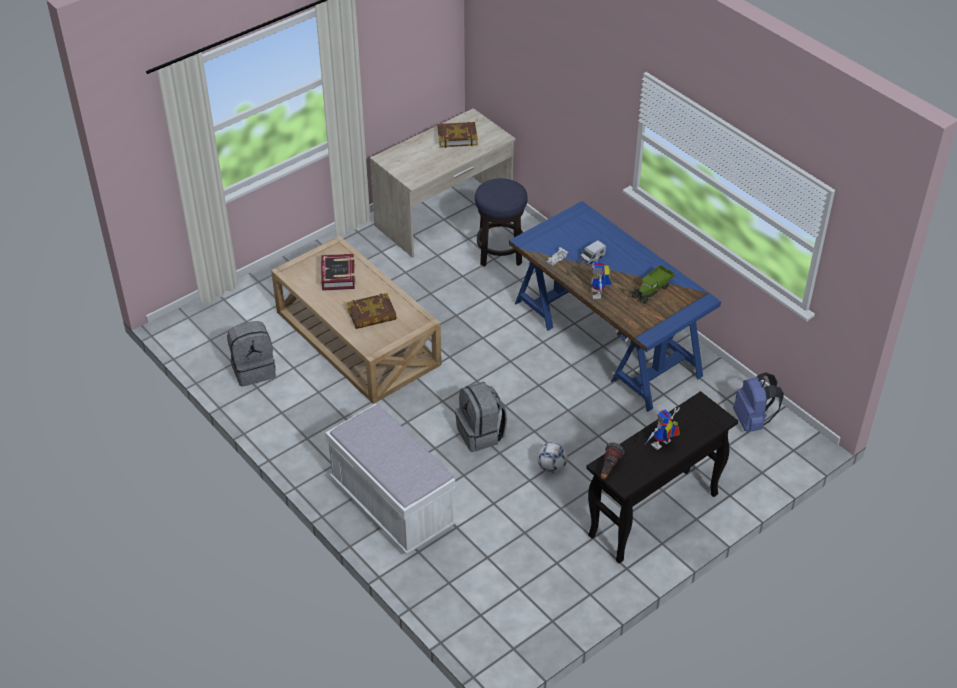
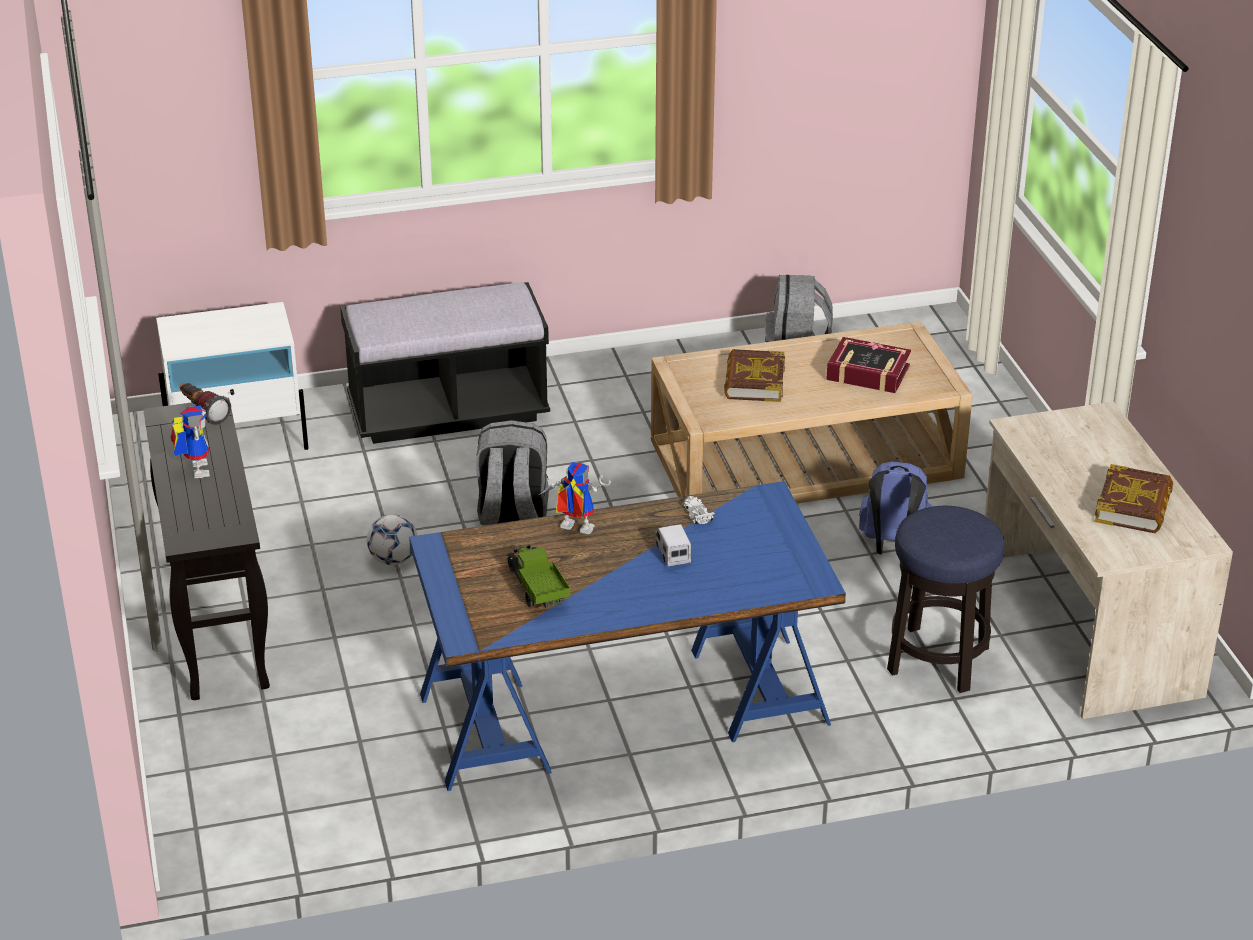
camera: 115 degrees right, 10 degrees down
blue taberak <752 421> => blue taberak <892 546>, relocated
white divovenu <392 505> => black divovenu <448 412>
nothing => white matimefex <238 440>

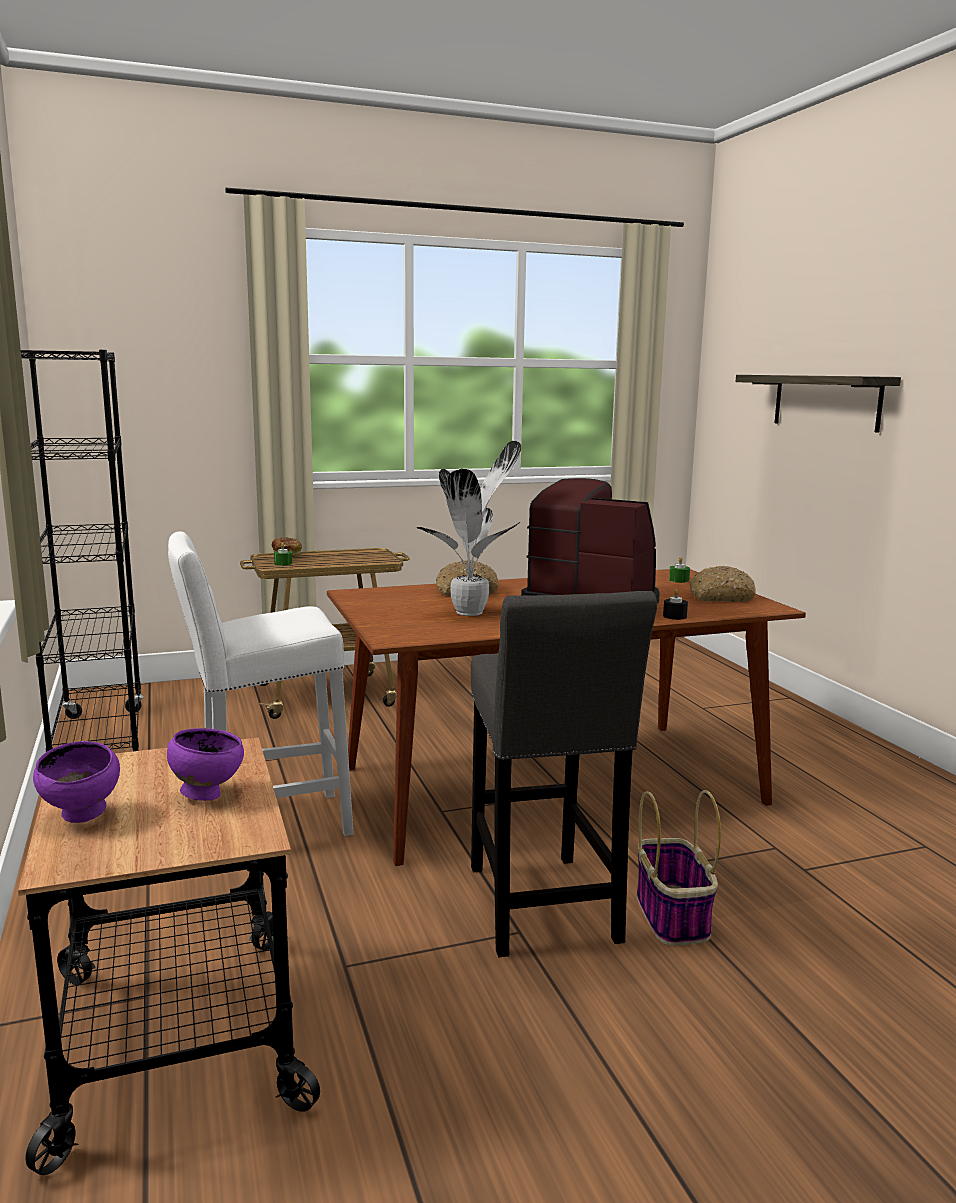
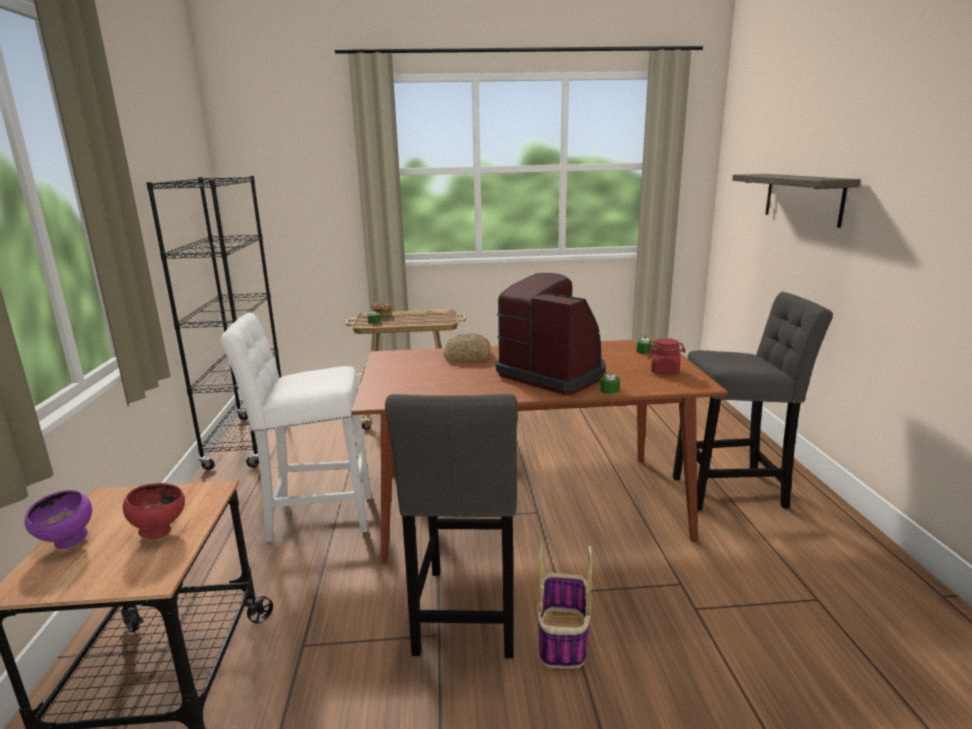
camera: 15 degrees right, 5 degrees up
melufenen <472 612> => nothing
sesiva <720 597> => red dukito <665 371>
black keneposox <674 616> => green keneposox <609 390>
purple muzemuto <207 794> => red muzemuto <160 532>
nothing => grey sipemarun <734 491>

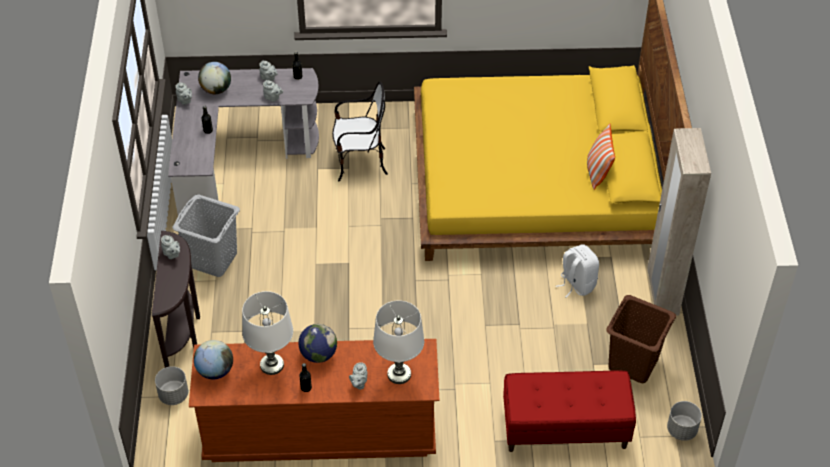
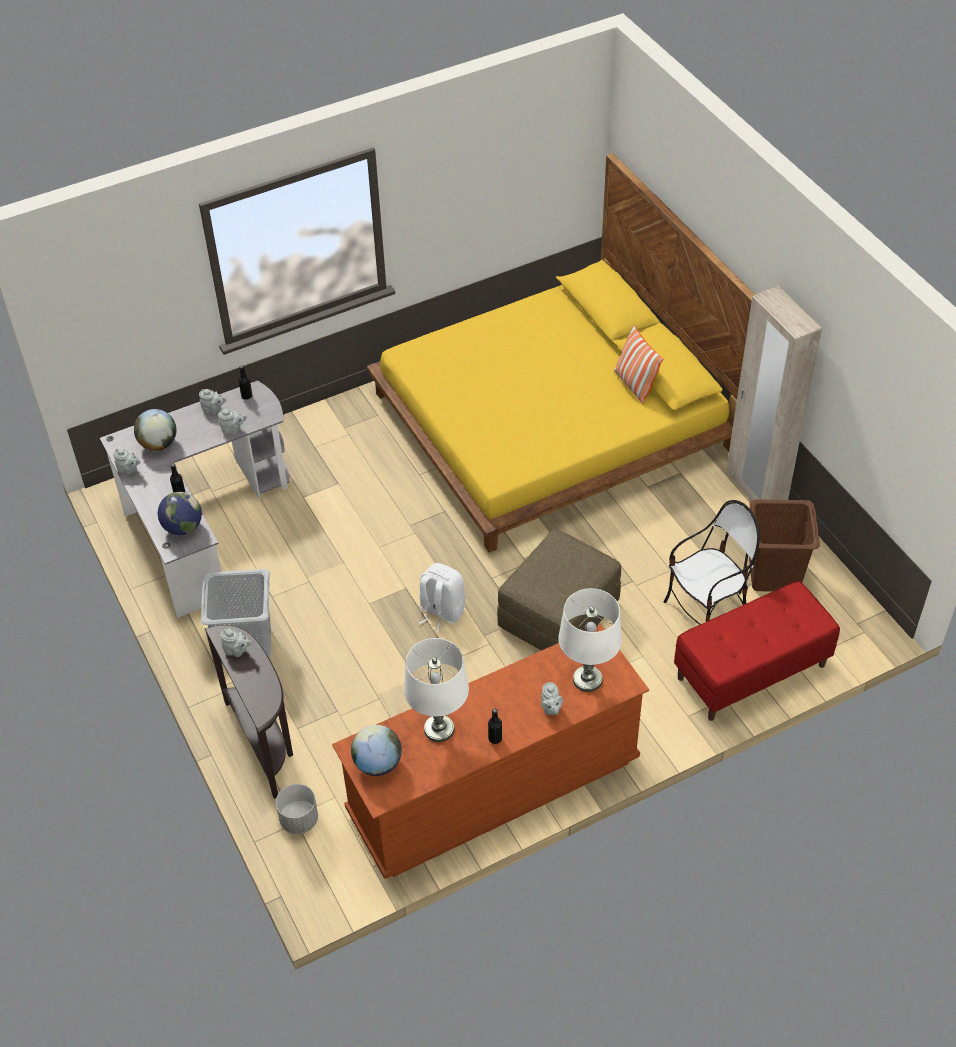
camera: 25 degrees left, 0 degrees up
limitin <360 163> => limitin <707 609>, relocated
white taberak <576 284> => white taberak <441 611>, relocated
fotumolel <318 354> => fotumolel <183 527>, relocated
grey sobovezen <681 430> => nothing
nothing => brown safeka <558 615>

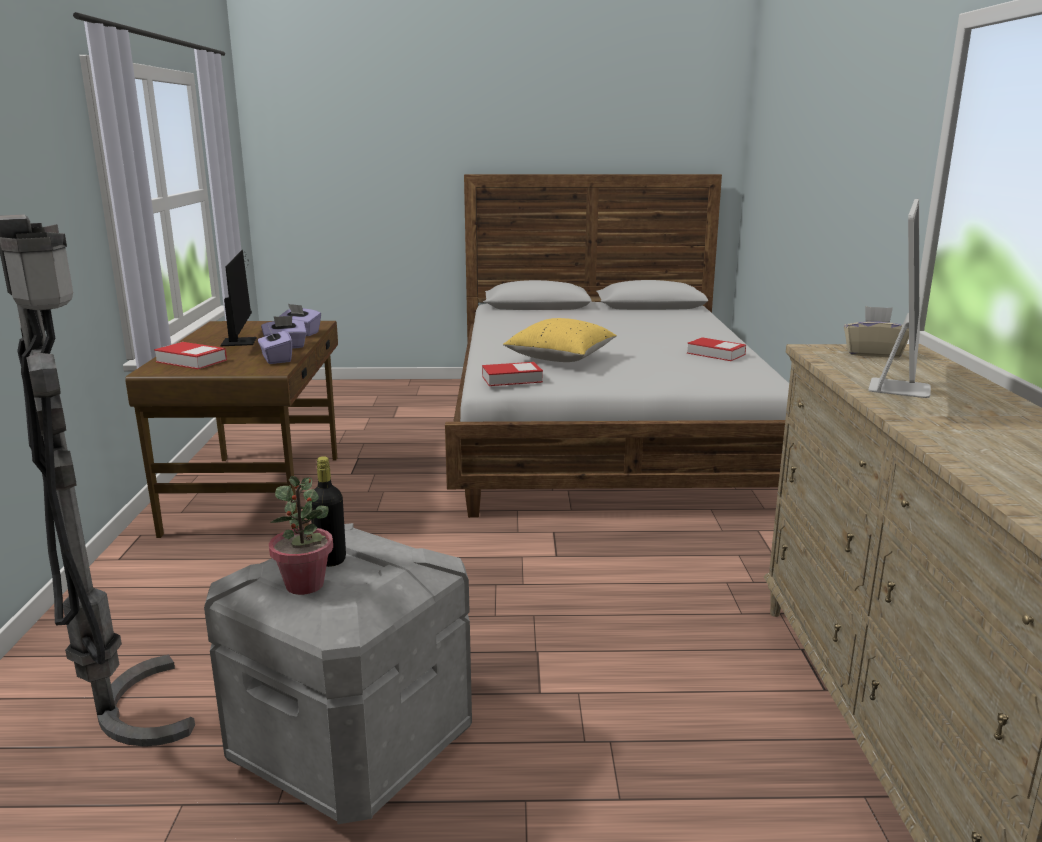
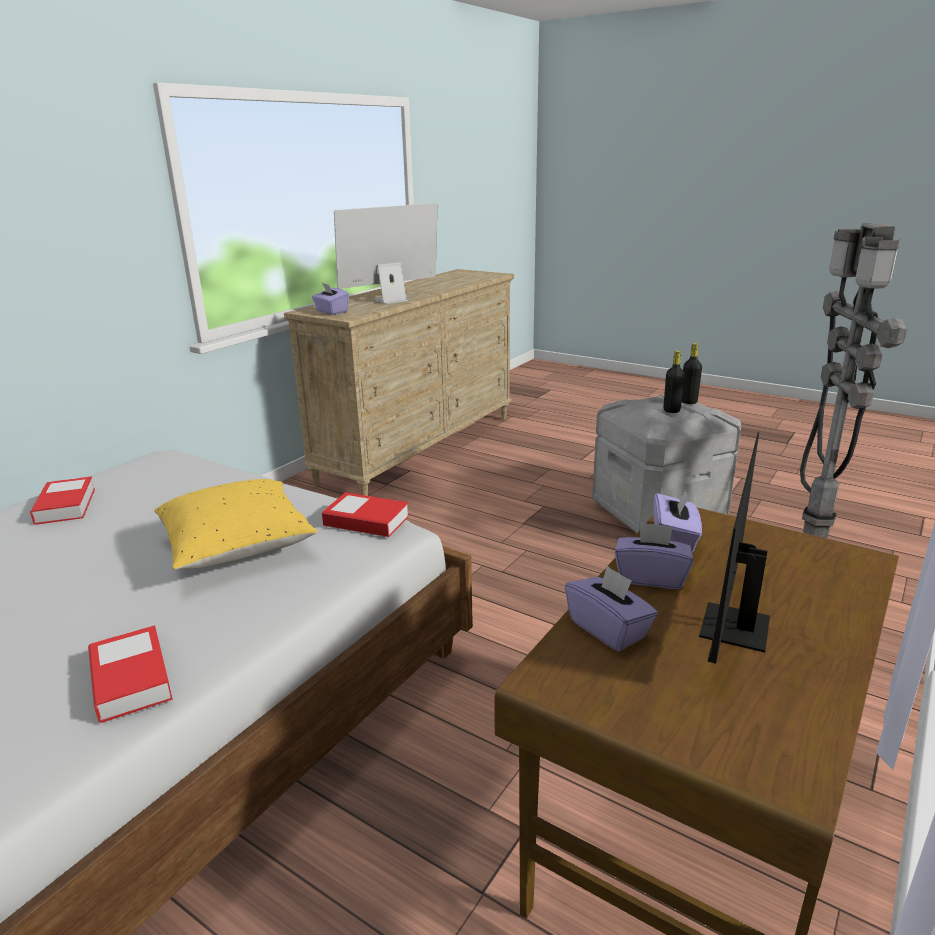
camera: 145 degrees left, 5 degrees up
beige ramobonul <873 353> => purple ramobonul <331 311>
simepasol <191 361> => simepasol <131 680>, relocated
melufenen <305 585> => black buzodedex <688 402>

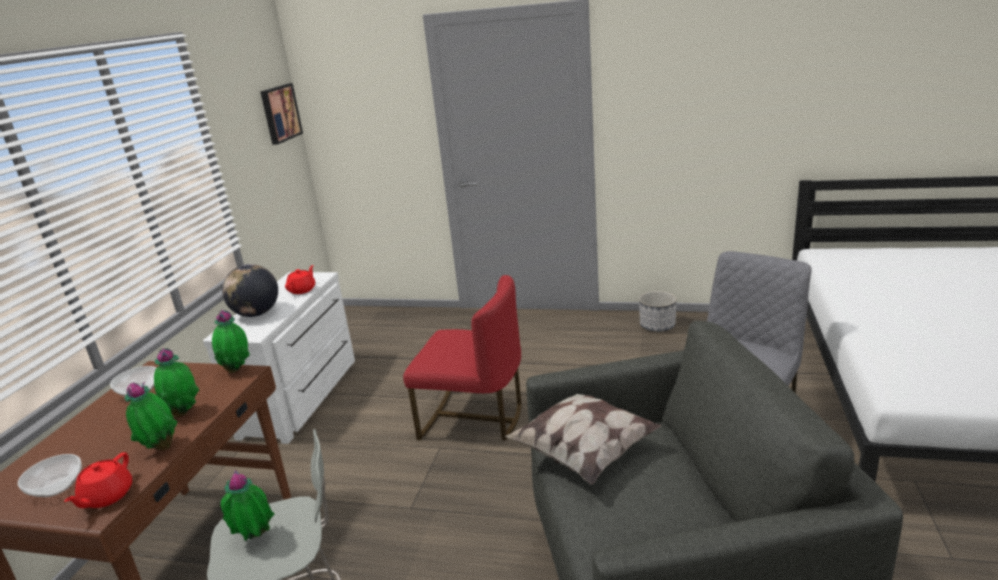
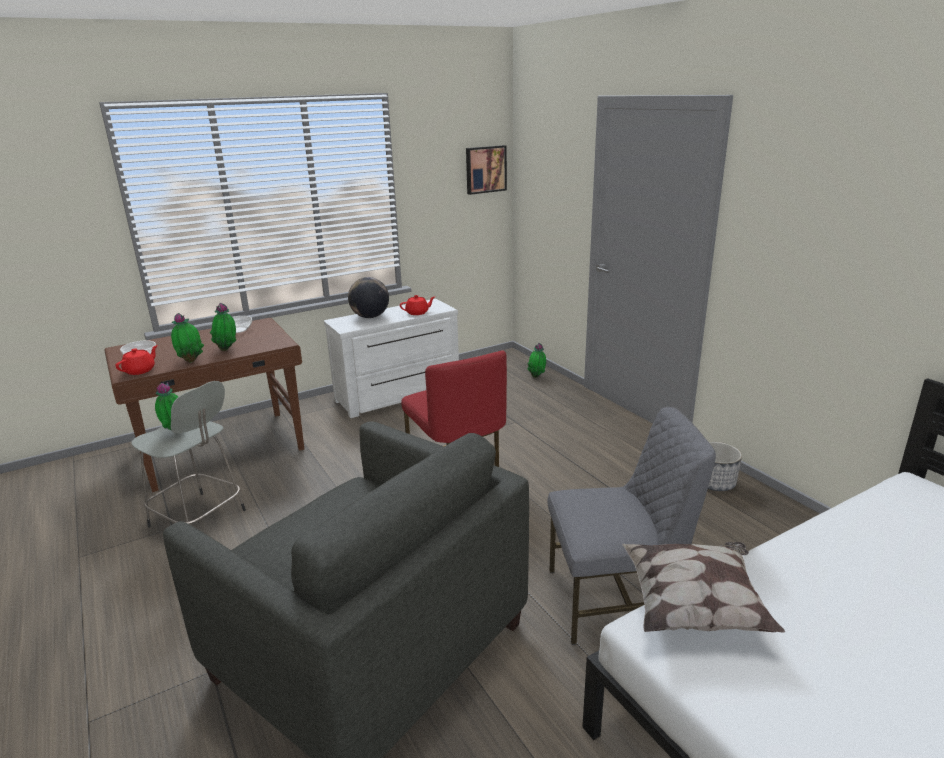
camera: 45 degrees right, 0 degrees up
melufenen <237 370> => melufenen <537 377>, relocated
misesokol <584 451> => misesokol <694 607>, relocated
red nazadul <106 497> => red nazadul <140 370>, 150 degrees clockwise

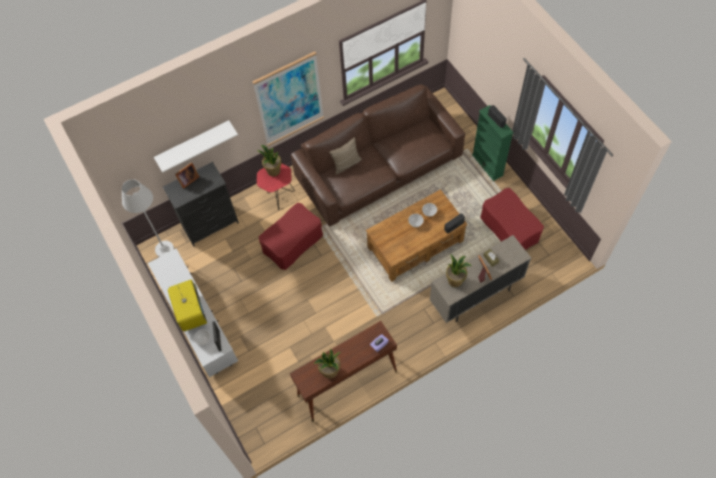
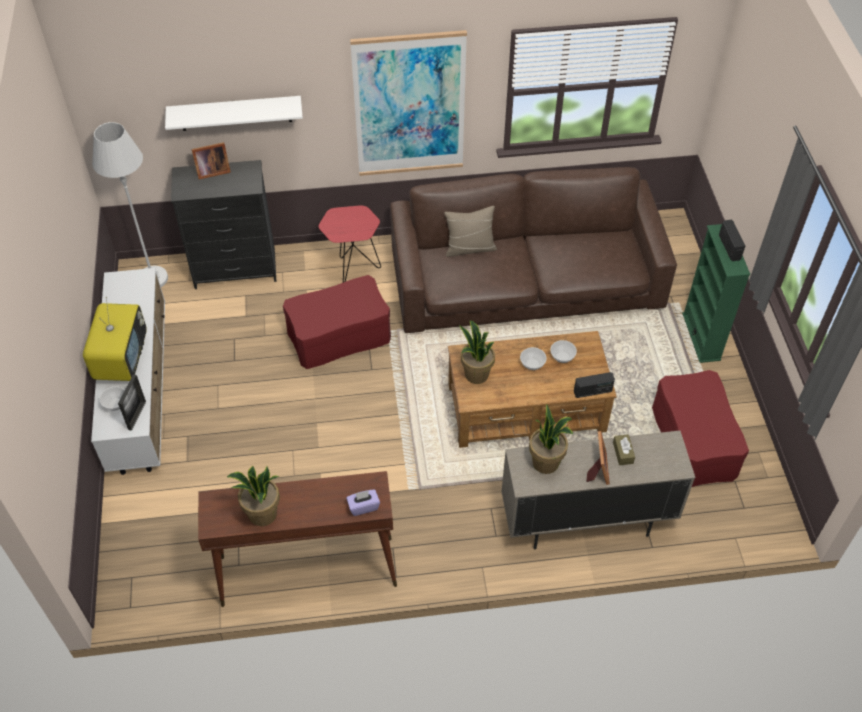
camera: 20 degrees right, 10 degrees down
melufenen <273 171> => melufenen <476 374>, relocated

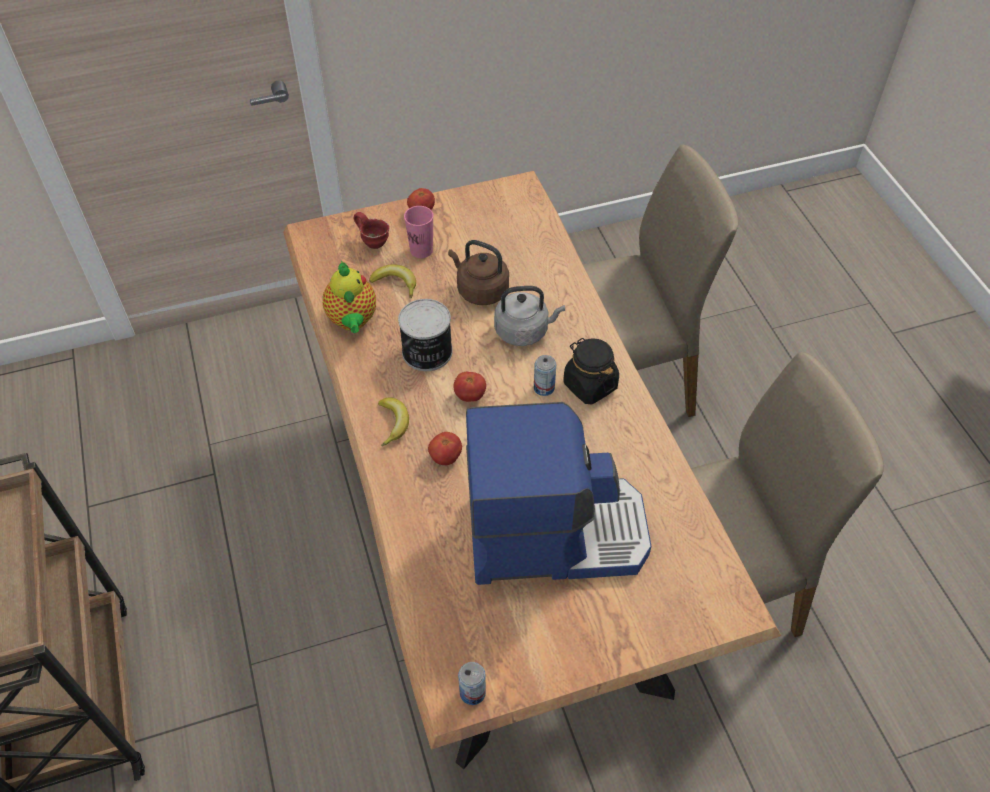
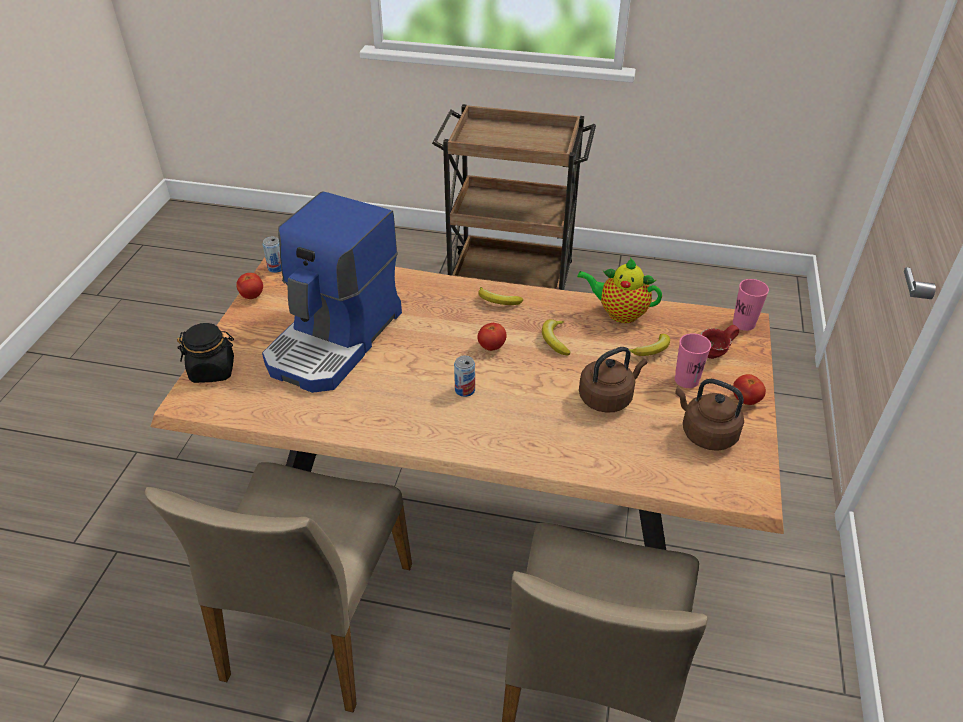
camera: 120 degrees right, 10 degrees down
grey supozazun <524 331> => nothing
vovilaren <427 353> => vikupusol <555 340>
black dukito <589 385> => black dukito <213 370>, relocated
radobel <445 457> => radobel <252 295>, relocated
nothing => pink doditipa <743 323>
nothing => brown supozazun <705 433>

